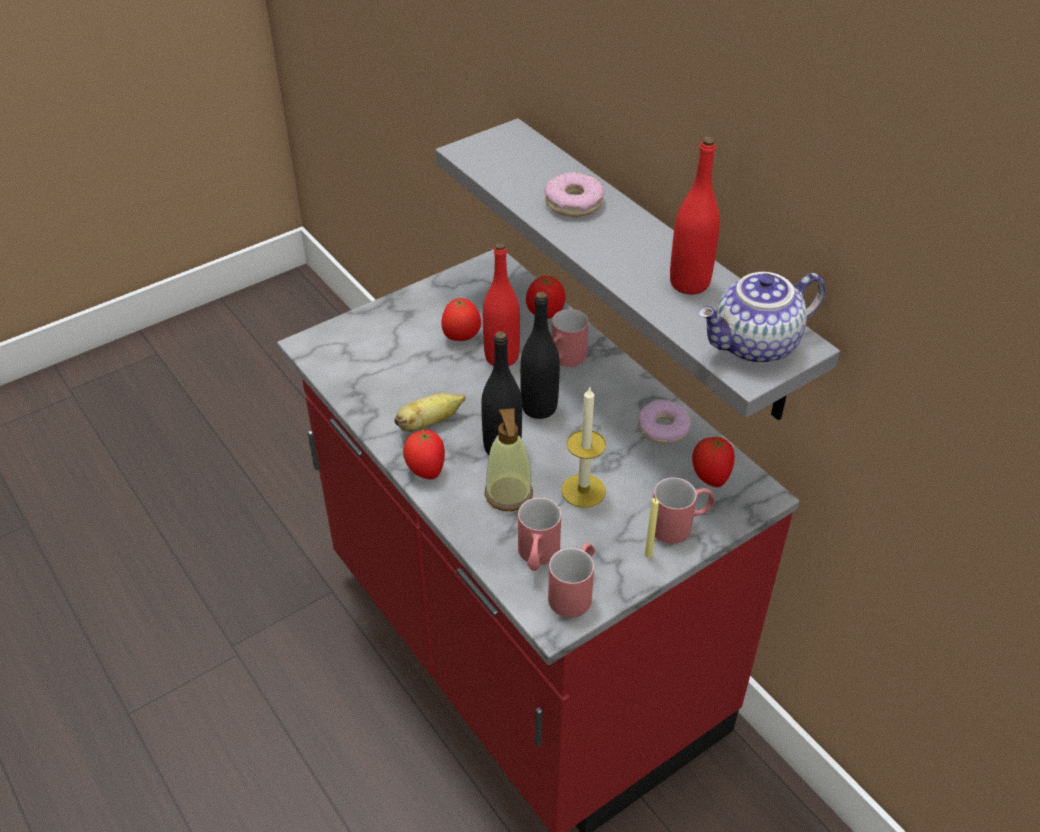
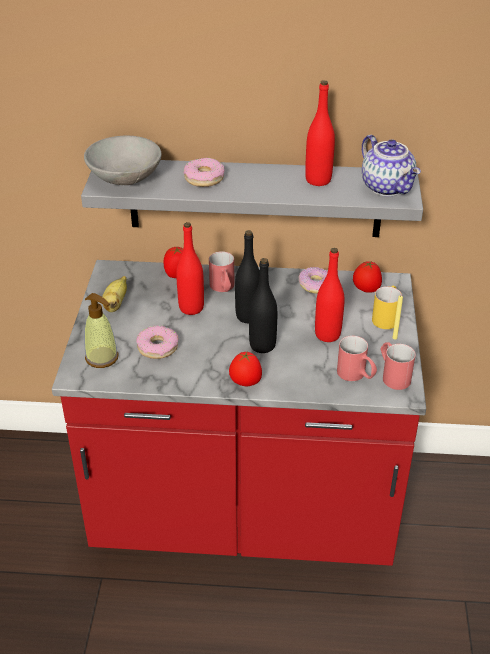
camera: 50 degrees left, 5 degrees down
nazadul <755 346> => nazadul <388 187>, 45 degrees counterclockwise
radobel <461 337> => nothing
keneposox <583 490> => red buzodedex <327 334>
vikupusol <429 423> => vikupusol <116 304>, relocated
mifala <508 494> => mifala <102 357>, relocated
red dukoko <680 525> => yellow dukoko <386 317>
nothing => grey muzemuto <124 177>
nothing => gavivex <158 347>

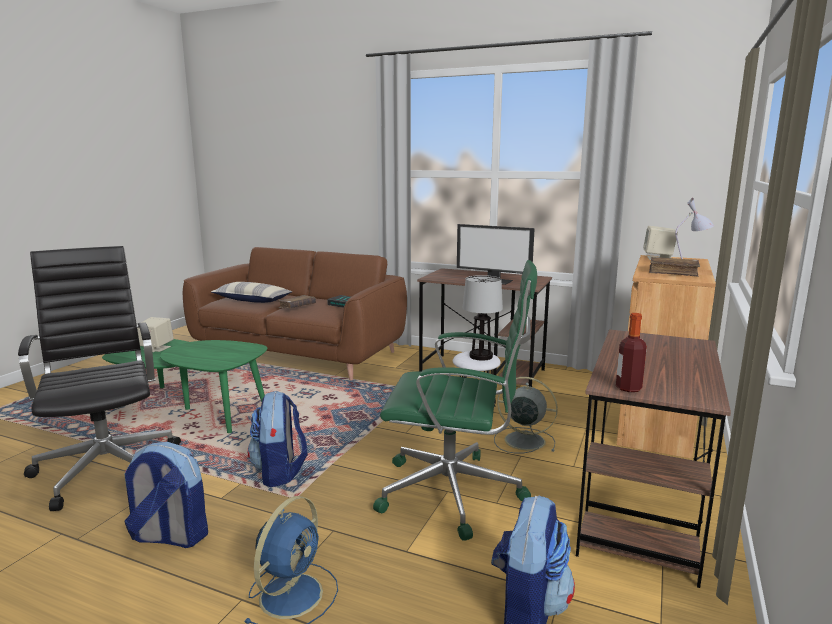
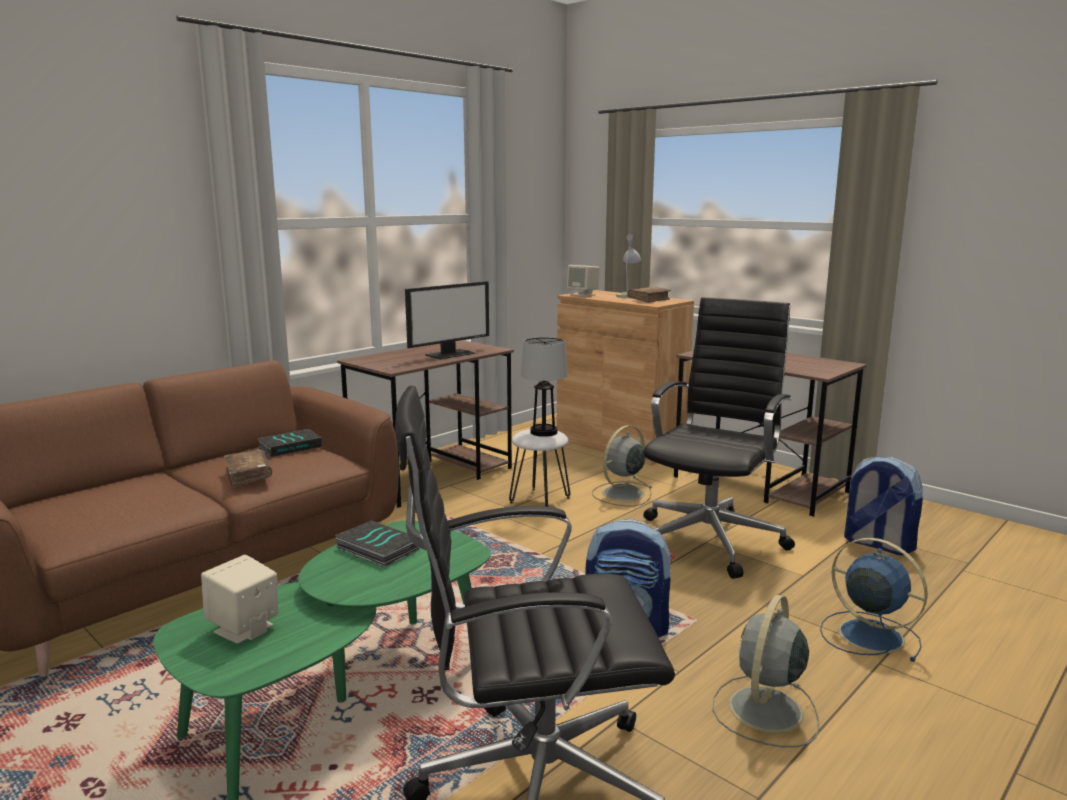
camera: 70 degrees left, 0 degrees up
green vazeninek <455 493> => black vazeninek <711 539>
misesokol <252 300> => nothing
buzodedex <628 388> => nothing
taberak <169 537> => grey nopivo <764 711>
nothing => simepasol <376 549>

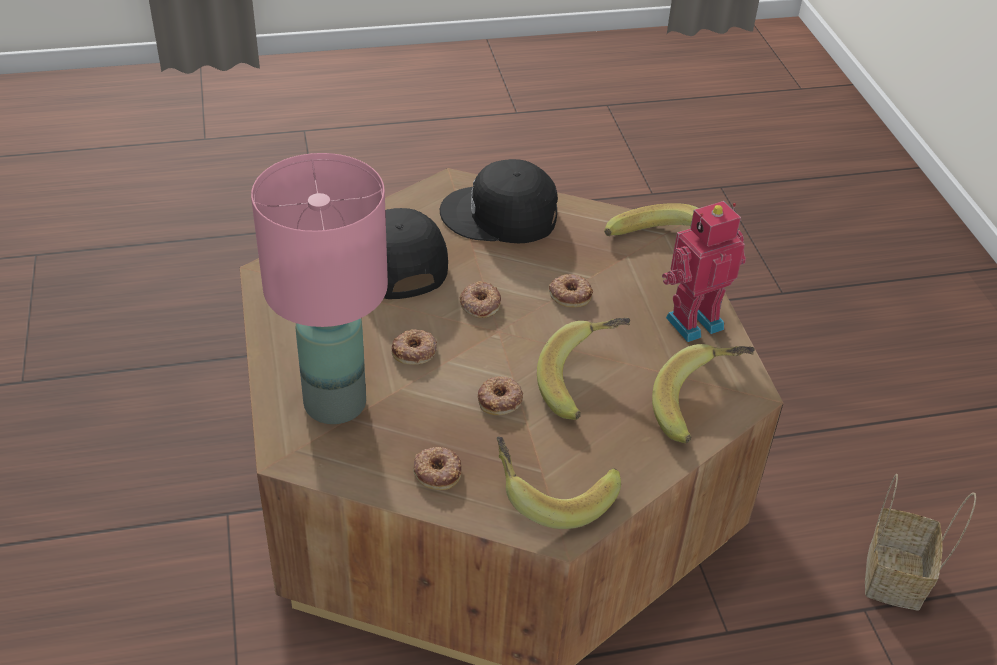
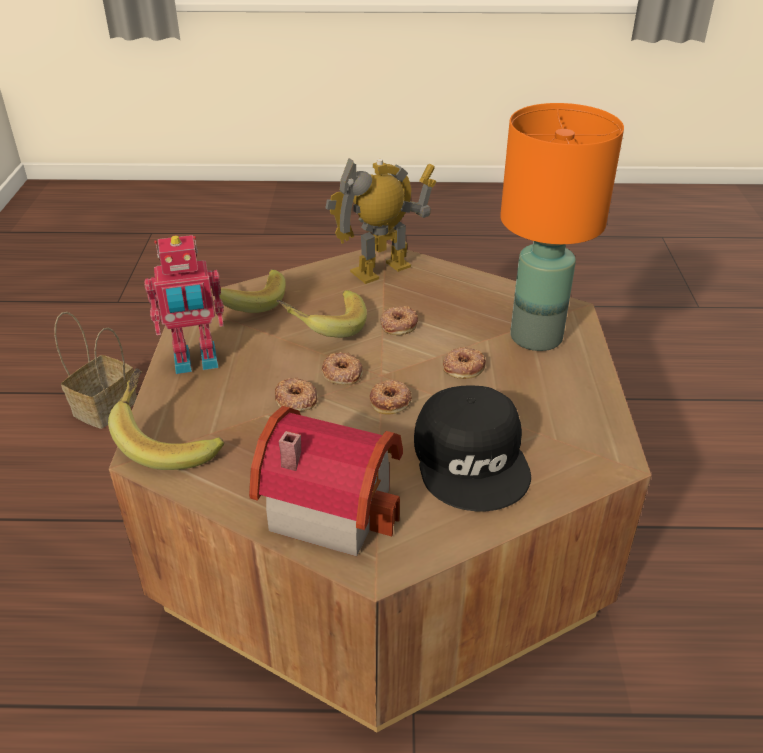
camera: 165 degrees left, 5 degrees down
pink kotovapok <336 402> => orange kotovapok <535 337>
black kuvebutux <500 216> => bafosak <330 503>
vikupusol <552 494> => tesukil <381 270>
gavivex <437 471> => gavivex <342 373>, relocated

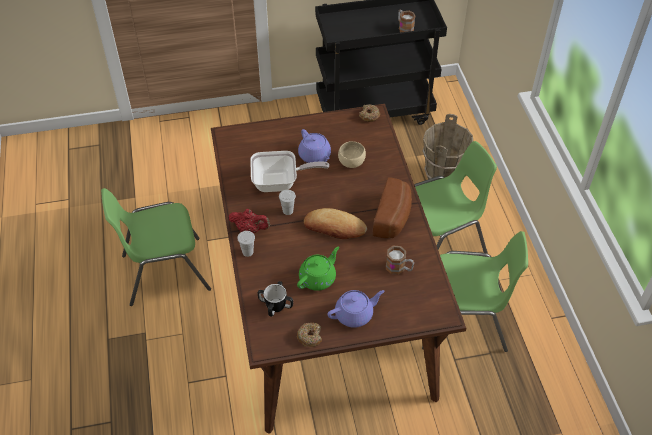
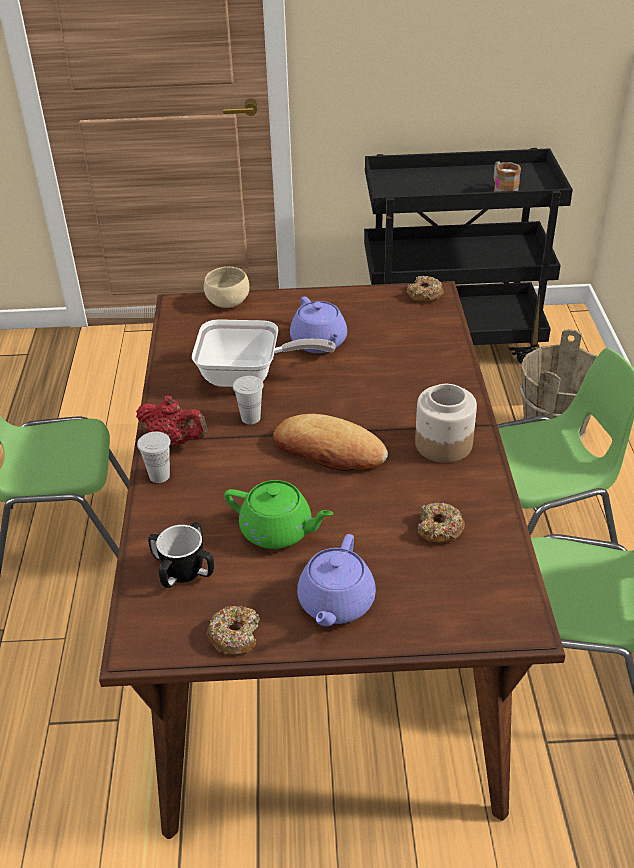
camera: 10 degrees right, 10 degrees down
beige muzemuto <351 163> => beige muzemuto <226 303>, relocated
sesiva <394 217> => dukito <442 444>
green nazadul <318 278> => green nazadul <278 531>, 60 degrees clockwise
dukoko <399 268> => gavivex <439 529>
purple nazadul <355 314> => purple nazadul <335 603>, 120 degrees clockwise

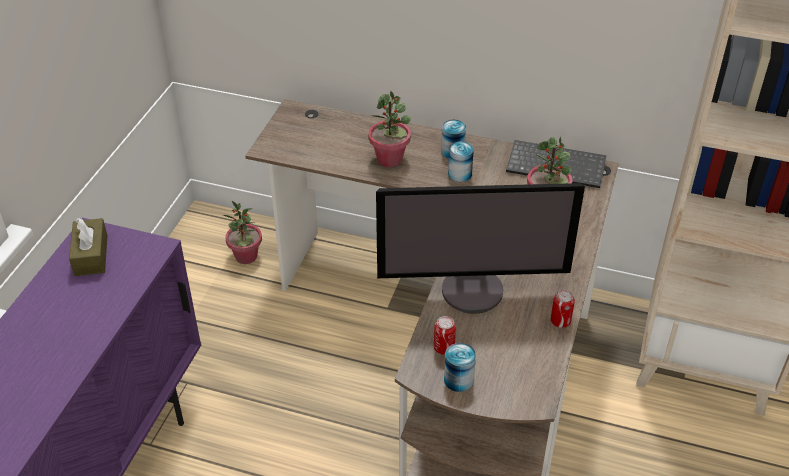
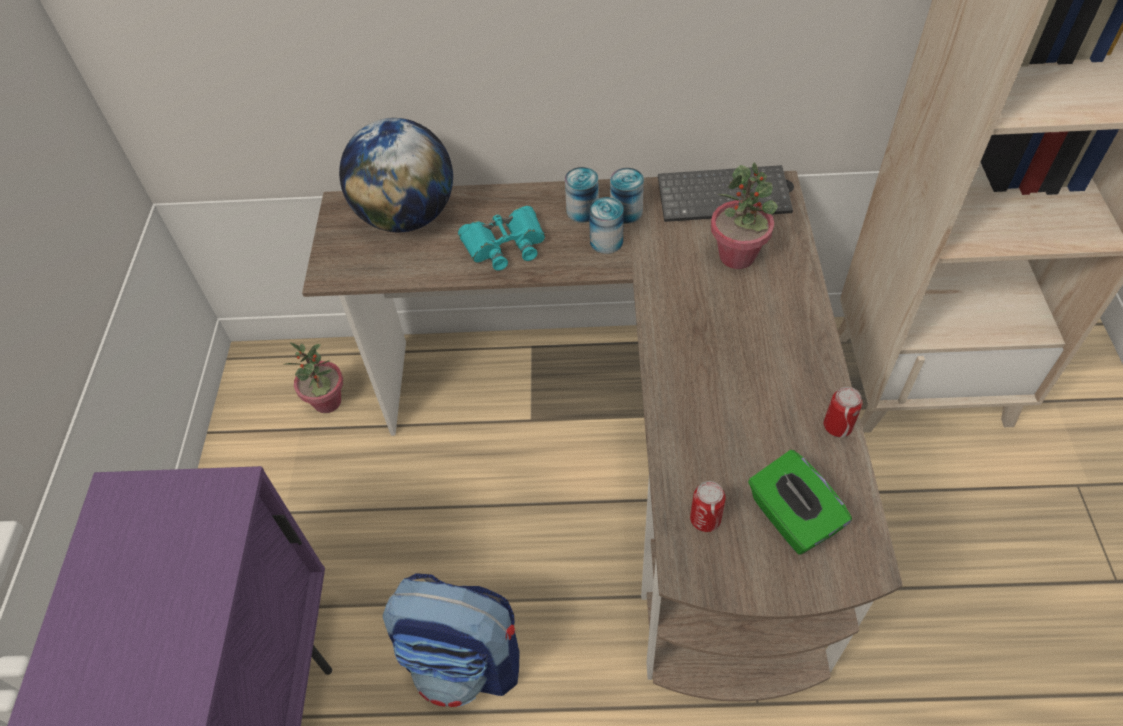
camera: 15 degrees left, 10 degrees up
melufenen <390 159> => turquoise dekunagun <505 244>
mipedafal <473 289> => nothing
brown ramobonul <91 255> => nothing
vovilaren <458 380> => vovilaren <626 212>, relocated
nothing => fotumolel <407 216>
nothing => green ramobonul <791 518>
nothing => taberak <465 661>

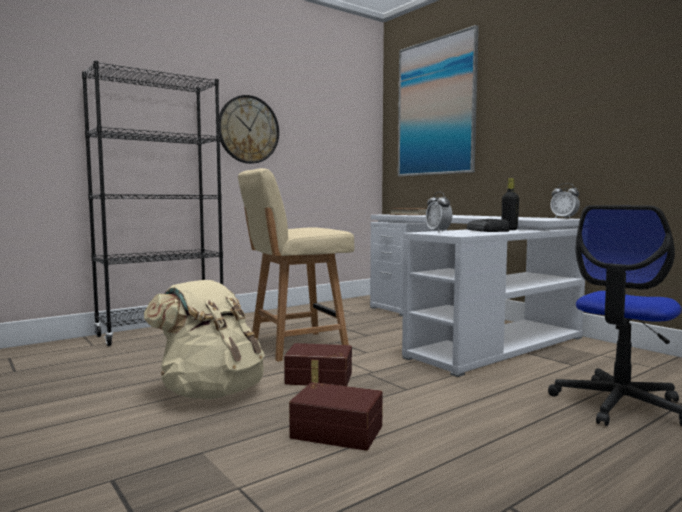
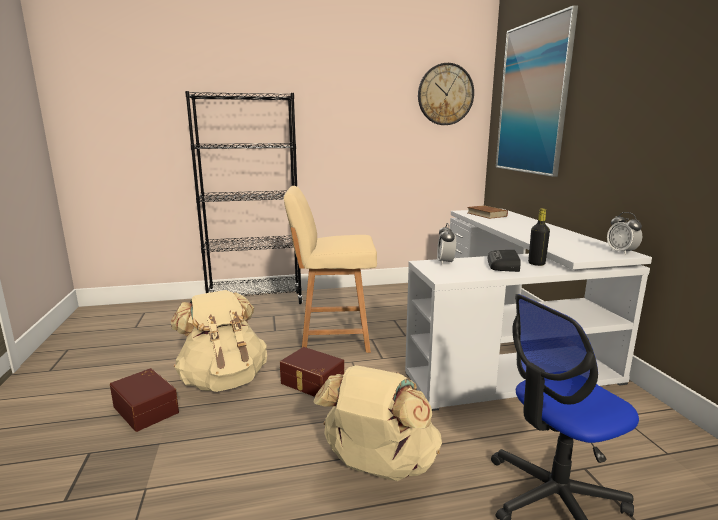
camera: 25 degrees right, 10 degrees up
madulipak <248 129> => madulipak <445 94>, relocated
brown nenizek <337 430> => brown nenizek <147 409>, relocated
nothing => beige taberak <378 467>

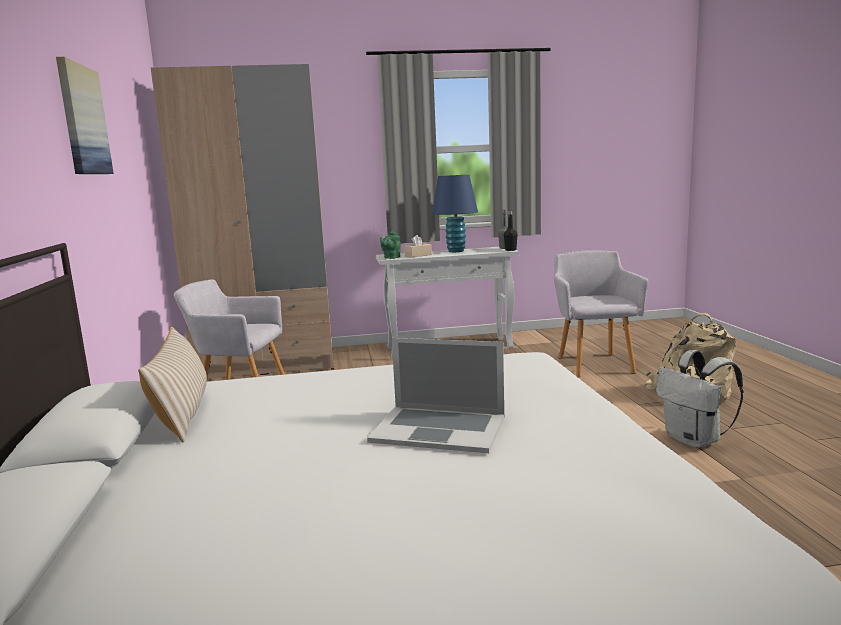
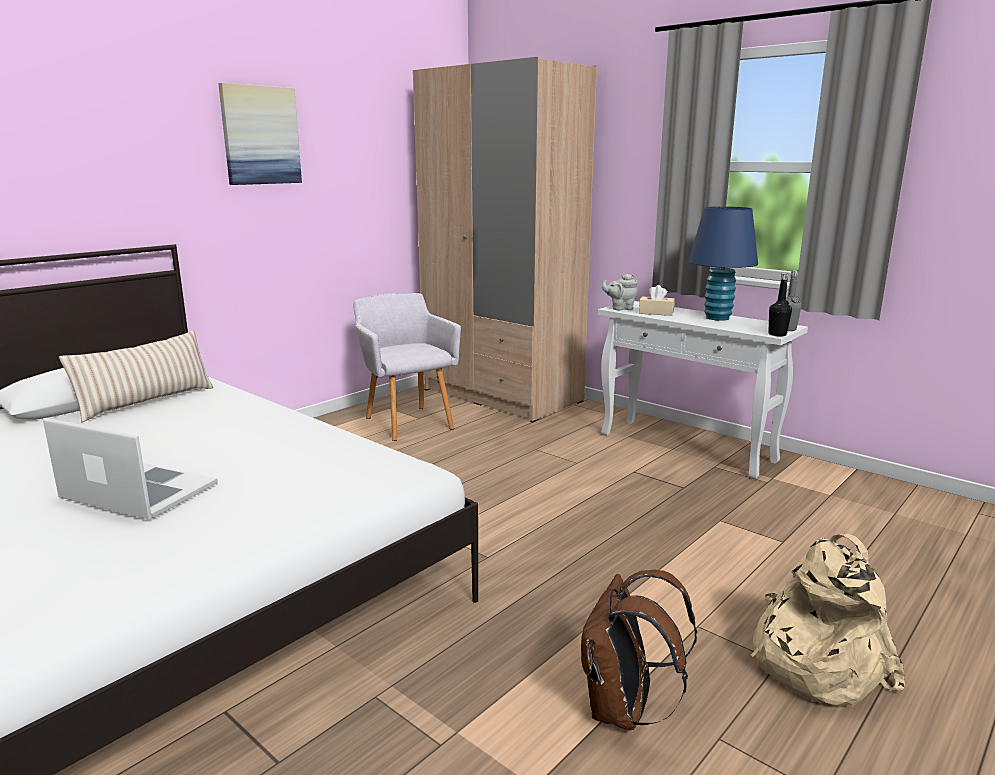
camera: 50 degrees right, 5 degrees up
green nazadul <391 257> => grey nazadul <620 308>
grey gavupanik <594 363> => nothing
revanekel <439 429> => revanekel <138 491>, 135 degrees clockwise
white taberak <695 440> => brown taberak <624 710>

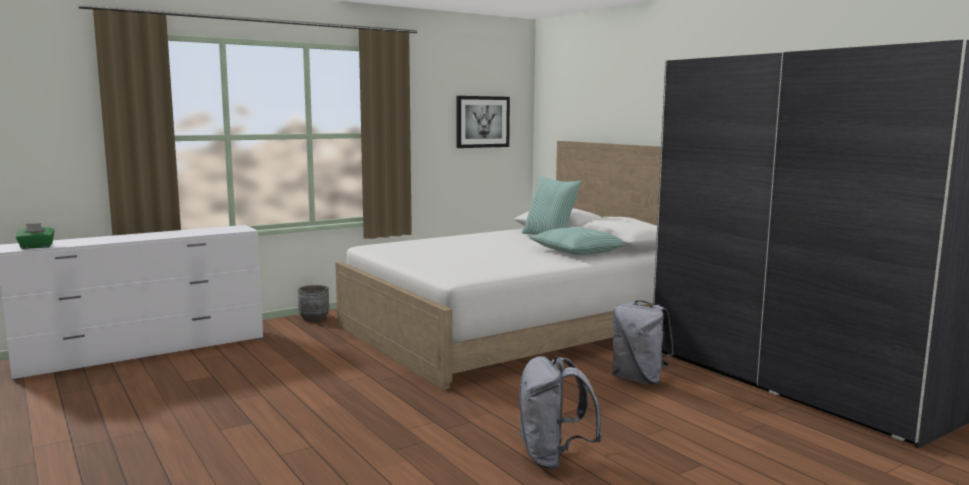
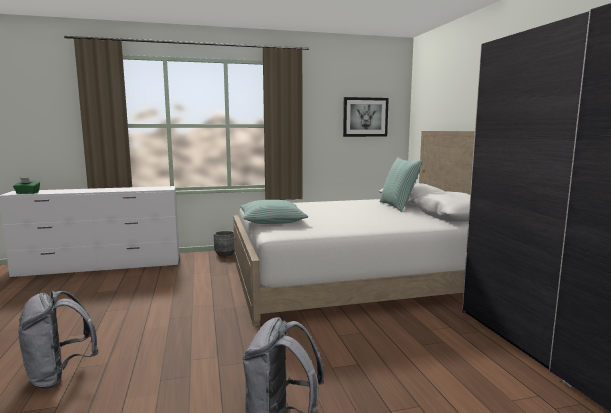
camera: 20 degrees right, 0 degrees up
misesokol <577 251> => misesokol <272 221>, relocated
grey taberak <639 379> => grey taberak <59 376>, relocated

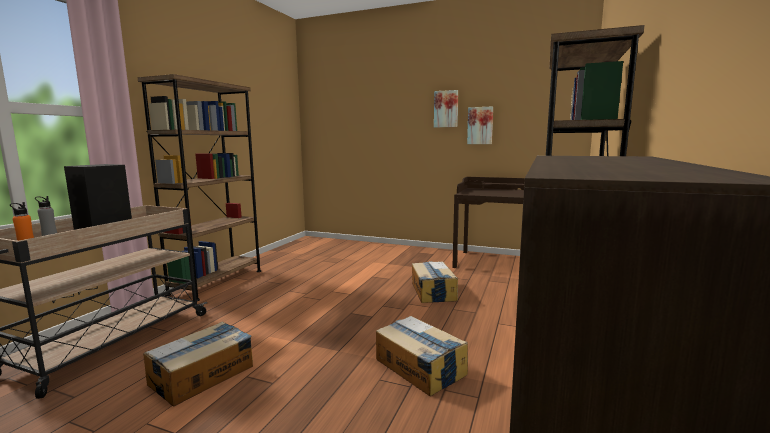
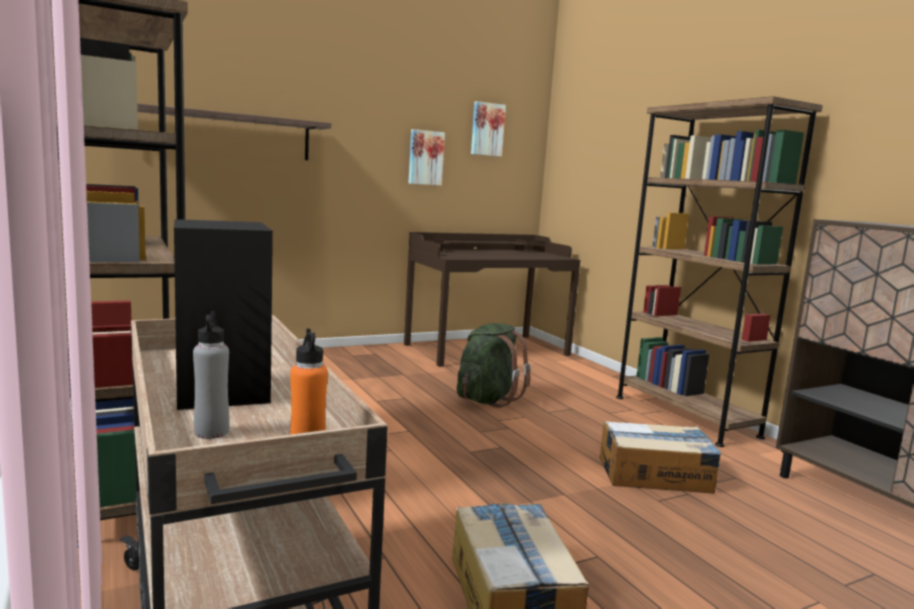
camera: 50 degrees left, 0 degrees up
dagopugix <446 109> => dagopugix <487 129>, relocated
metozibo <433 291> => green taberak <487 399>
nothing => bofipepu <223 134>

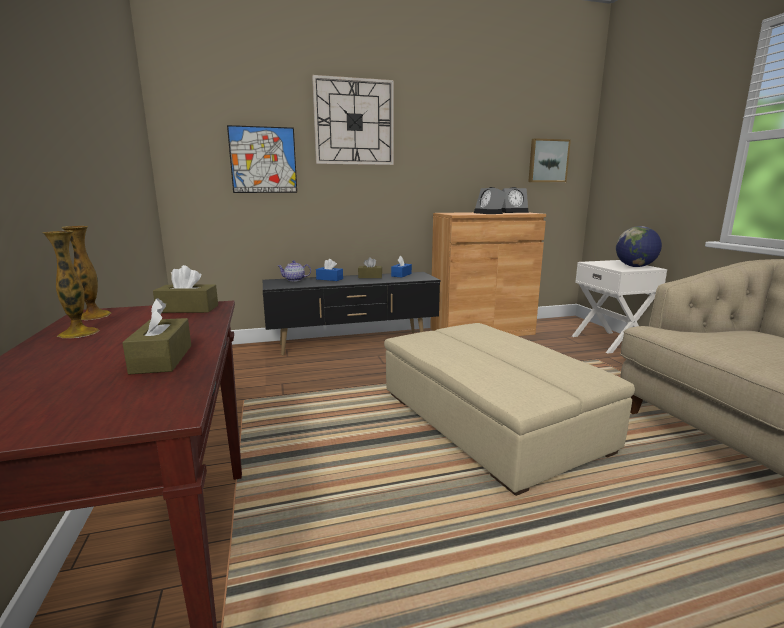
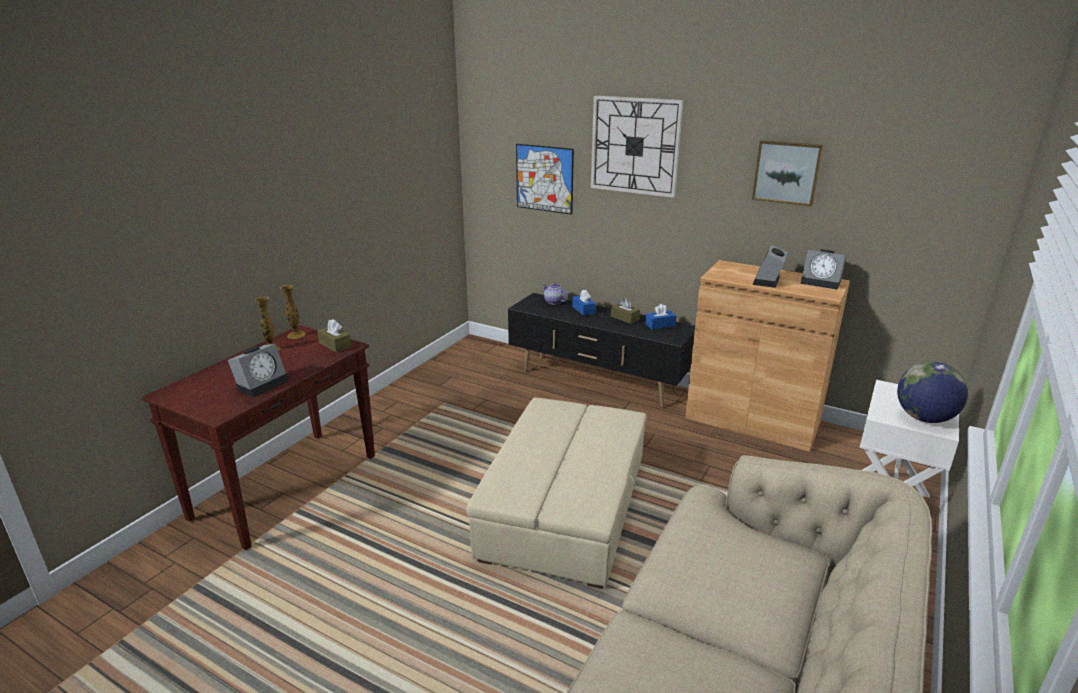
camera: 45 degrees right, 10 degrees up
dagopugix <547 161> => dagopugix <787 172>, relocated
brown ramobonul <162 359> => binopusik <262 384>

